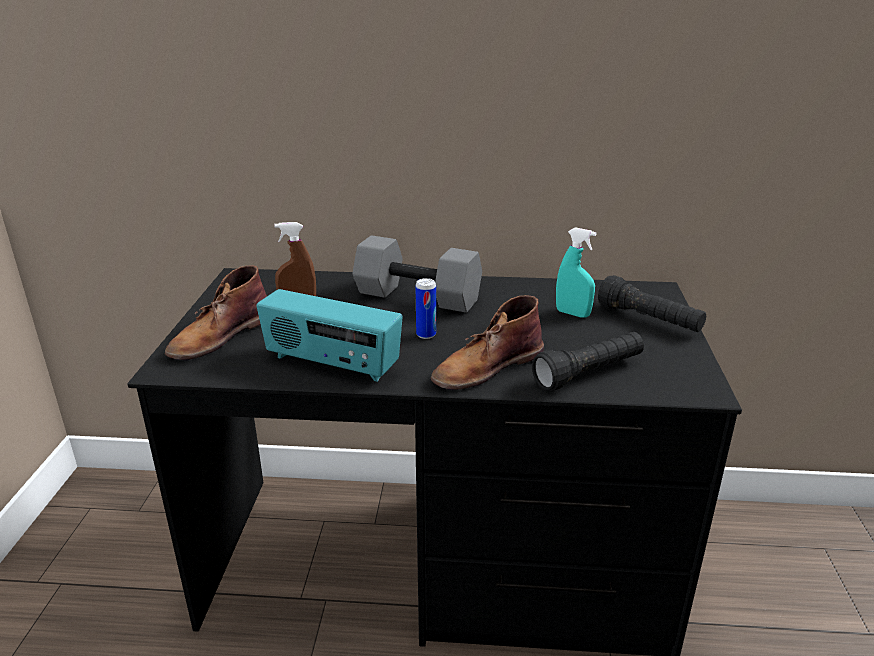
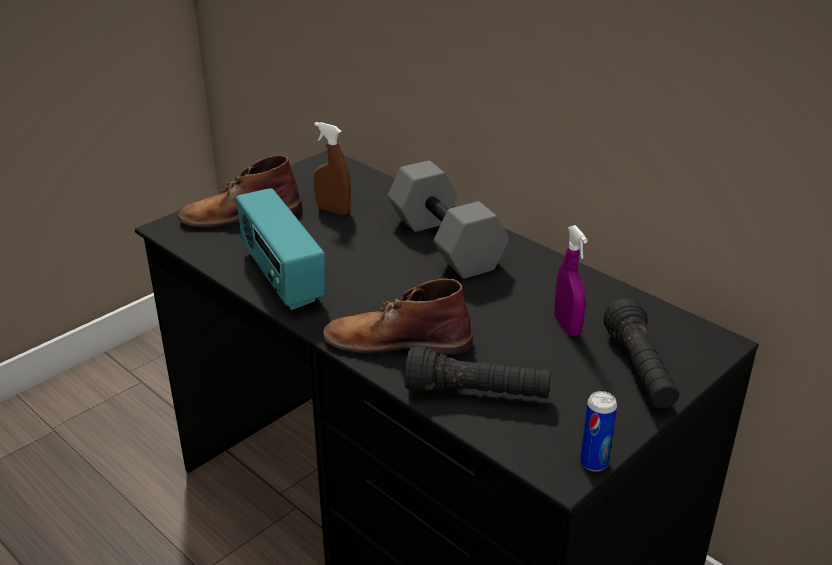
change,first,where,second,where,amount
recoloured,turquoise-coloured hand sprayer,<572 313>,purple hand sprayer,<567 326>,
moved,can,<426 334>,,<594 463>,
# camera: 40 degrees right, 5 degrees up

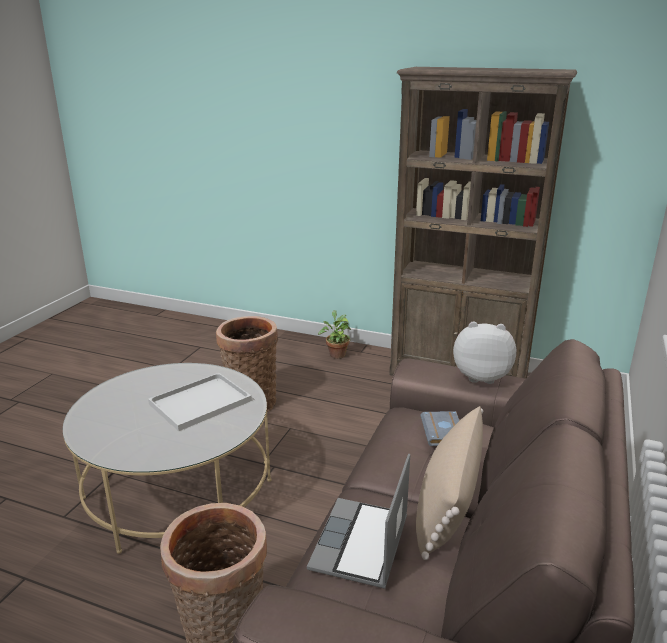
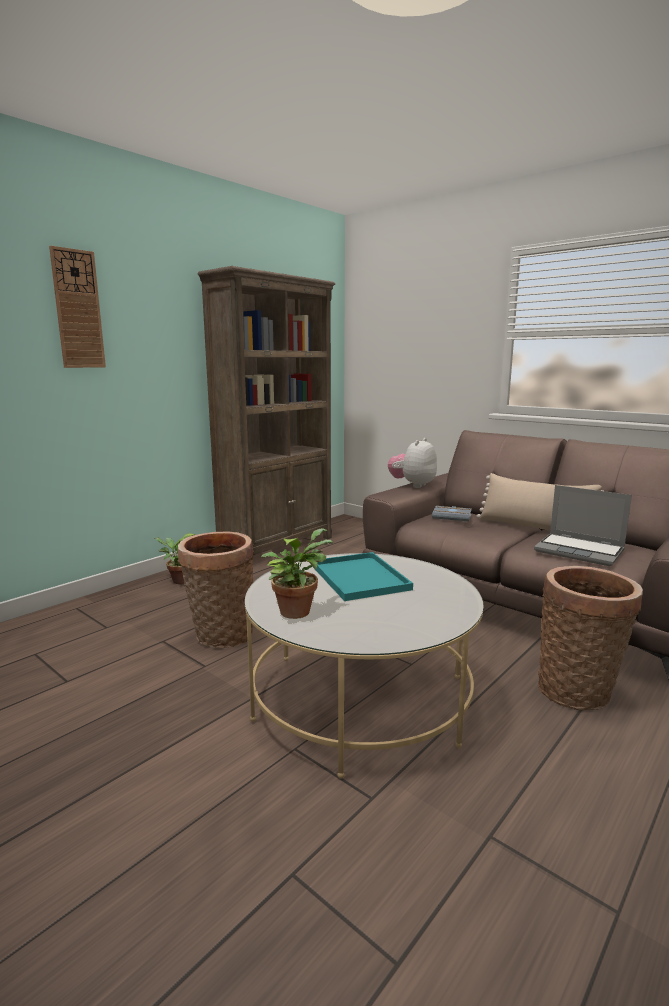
change,first,where,second,where,amount
recoloured,white tray,<199 403>,turquoise-coloured tray,<361 578>,
added,,,wall clock,<78 309>,
added,,,houseplant,<296 610>,
# camera: 70 degrees left, 10 degrees down

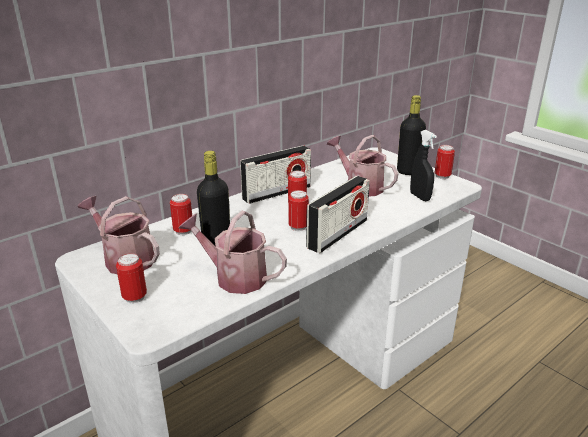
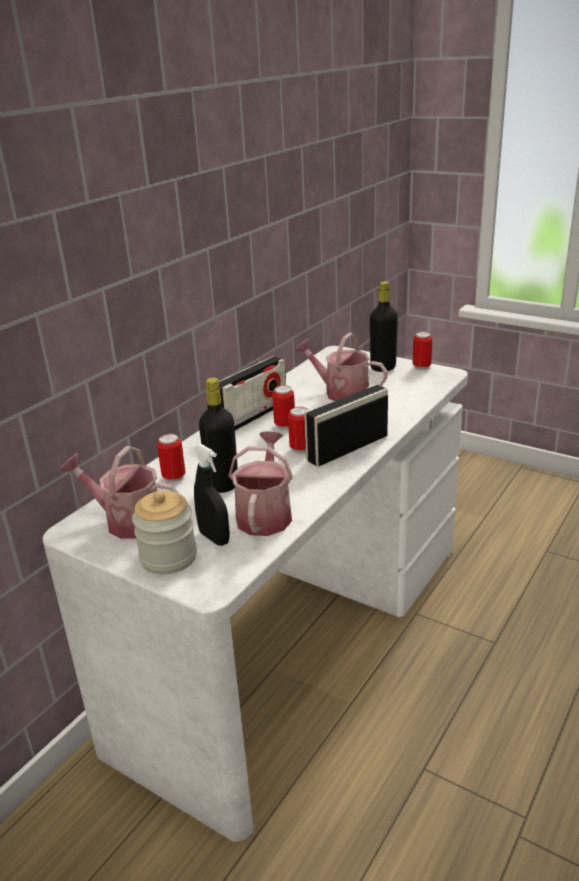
change,first,where,second,where,amount
moved,black-coloured hand sprayer,<420 197>,,<214 538>,
turned,radio set,<337 234>,,<347 448>,150 degrees counterclockwise
turned,watering can,<234 277>,,<265 514>,90 degrees clockwise
replaced,can,<134 297>,jar,<168 557>,
# camera: 15 degrees left, 0 degrees up

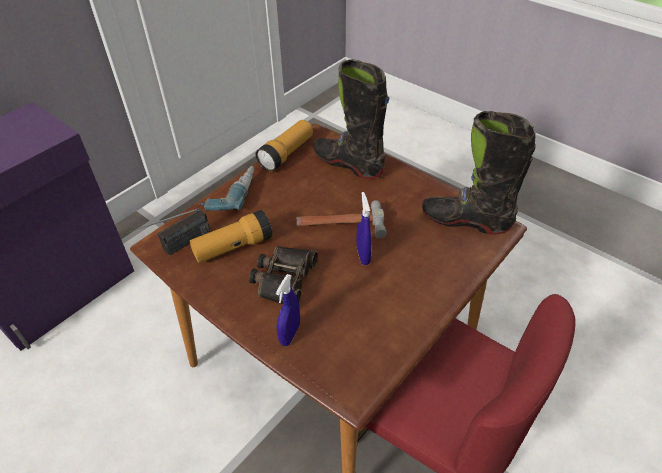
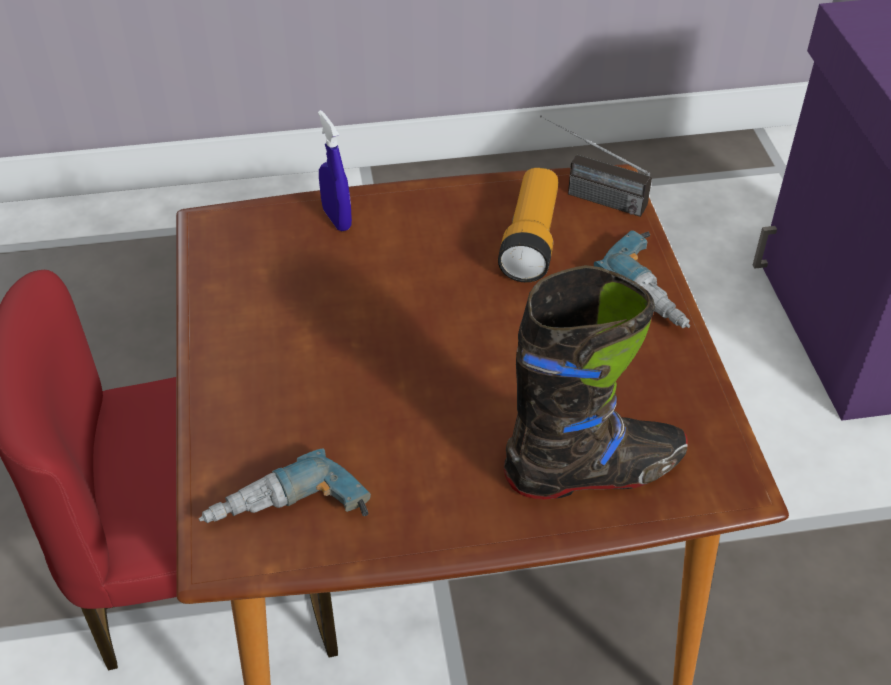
change,first,where,second,where,amount
replaced,black-coloured tall boot,<465 220>,power drill,<288 519>,
removed,hand torch,<286 154>,,,
removed,blue-coloured hand sprayer,<363 255>,,,
removed,hand hammer,<340 224>,,,
turned,radio set,<176 247>,,<586 195>,60 degrees counterclockwise
removed,binoculars,<283 278>,,,
# camera: 130 degrees right, 0 degrees up

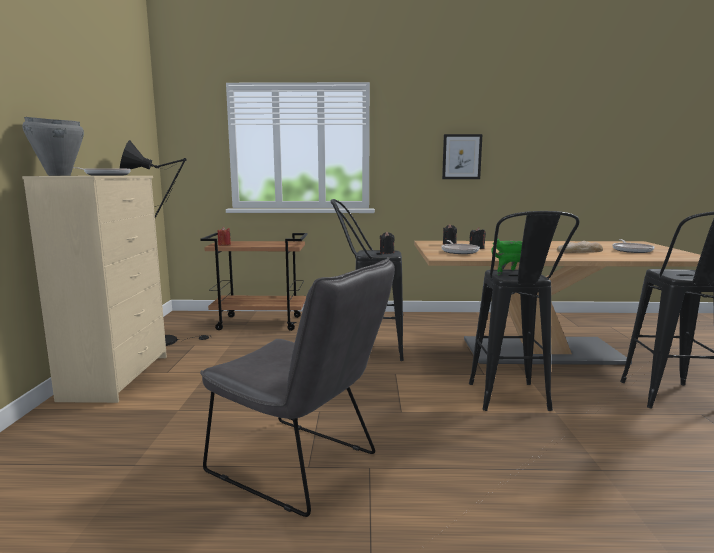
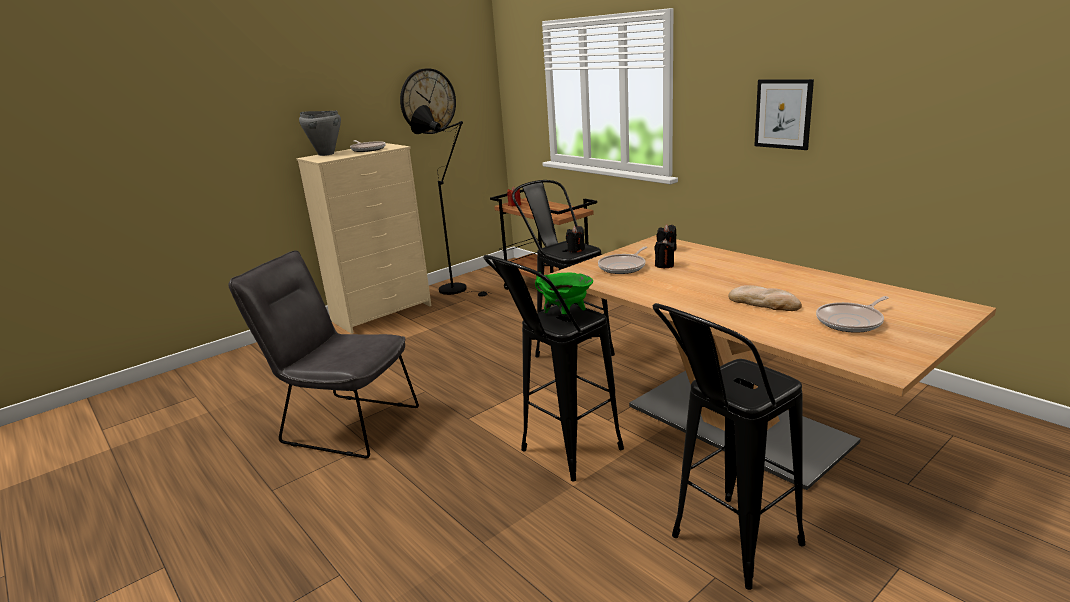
change,first,where,second,where,amount
turned,grey chair,<301 467>,,<343 423>,120 degrees clockwise
added,,,wall clock,<427 101>,
# camera: 50 degrees right, 10 degrees up

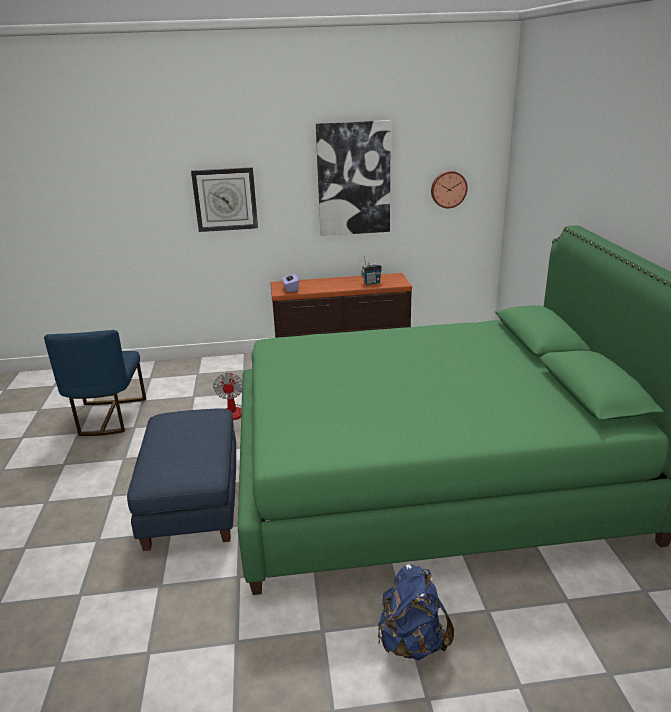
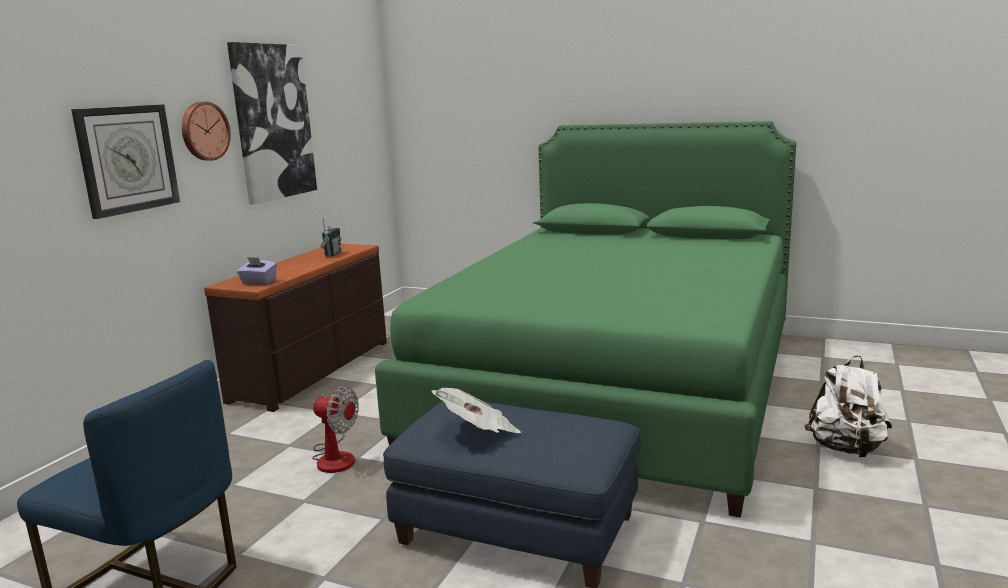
change,first,where,second,where,amount
moved,wall clock,<448 189>,,<204 131>,
recoloured,blue-coloured backpack,<412 642>,white backpack,<846 449>,
added,,,newspaper,<478 431>,
# camera: 60 degrees left, 10 degrees down

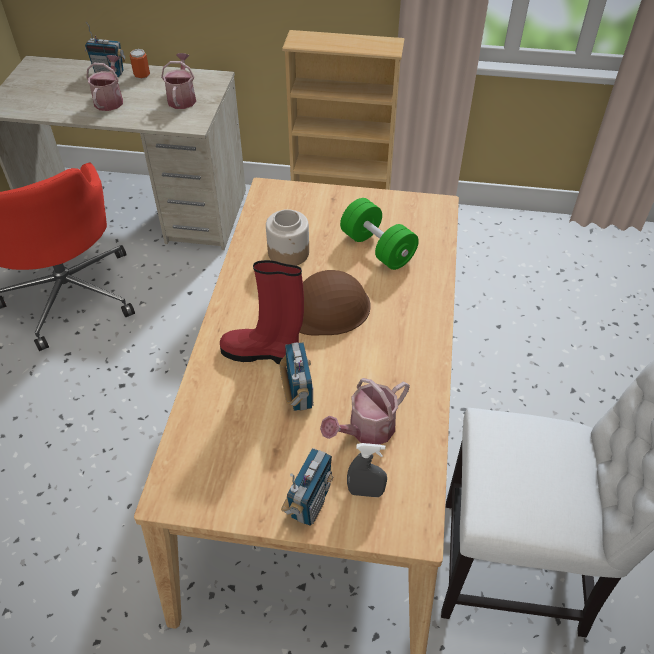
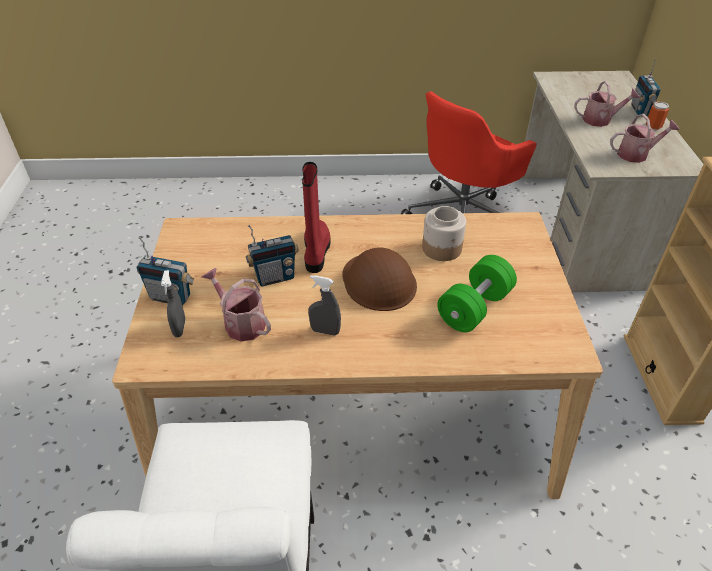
change,first,where,second,where,amount
added,,,grey hand sprayer,<325 331>,
# camera: 80 degrees right, 5 degrees down

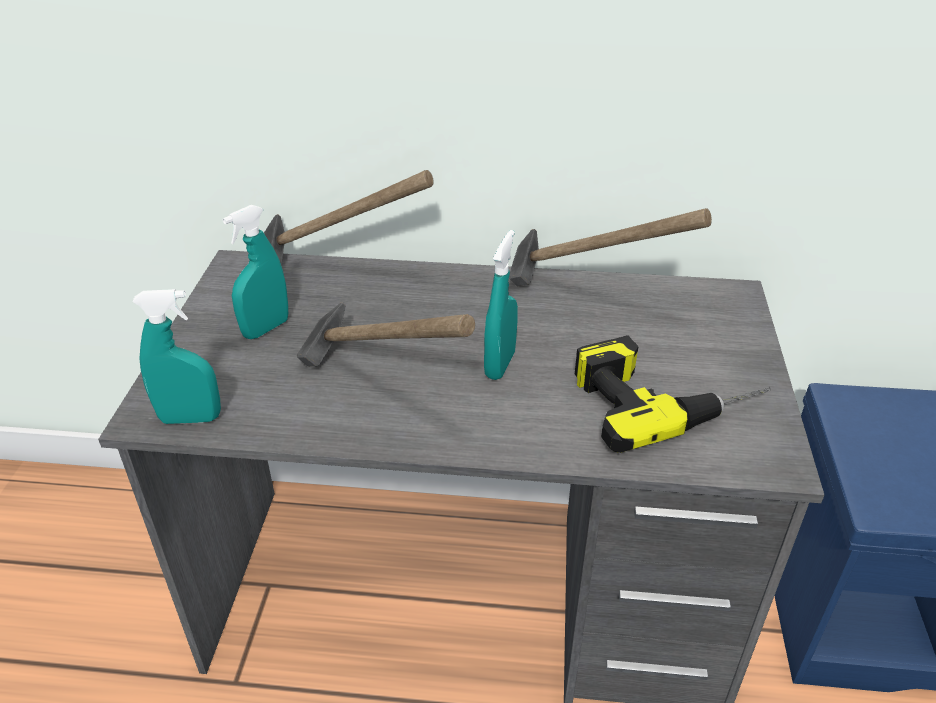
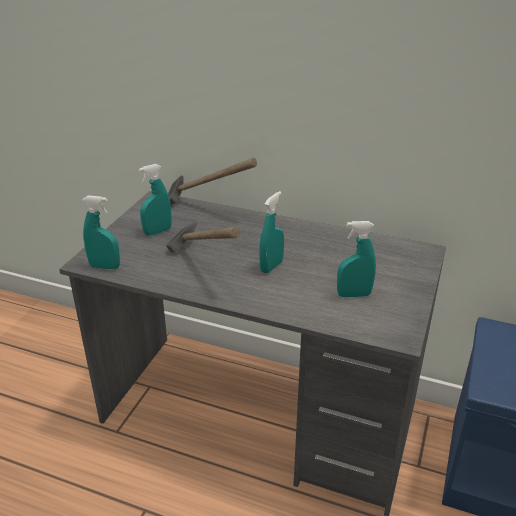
change,first,where,second,where,amount
removed,hand hammer,<590 294>,,,
replaced,power drill,<662 395>,turquoise-coloured hand sprayer,<353 295>,
# camera: 15 degrees right, 5 degrees down

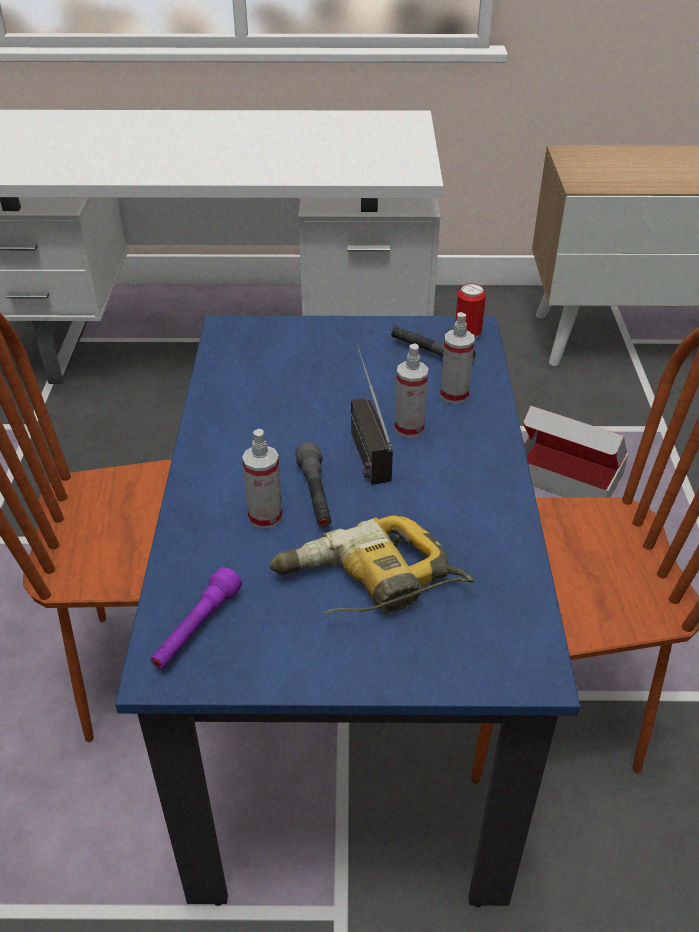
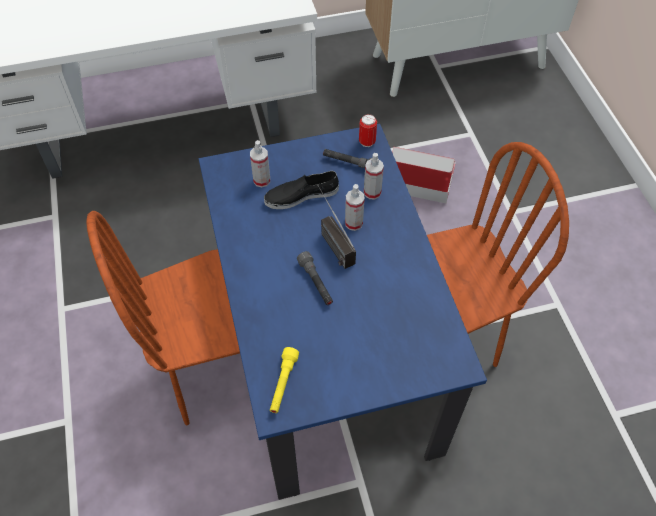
change,first,where,second,where,amount
moved,hand sprayer,<265 517>,,<262 180>,
removed,power drill,<368 584>,,,
recoloured,purple hand torch,<196 628>,yellow-coloured hand torch,<283 384>,
added,,,black-coloured low shoe,<301 195>,
# camera: 15 degrees left, 15 degrees up

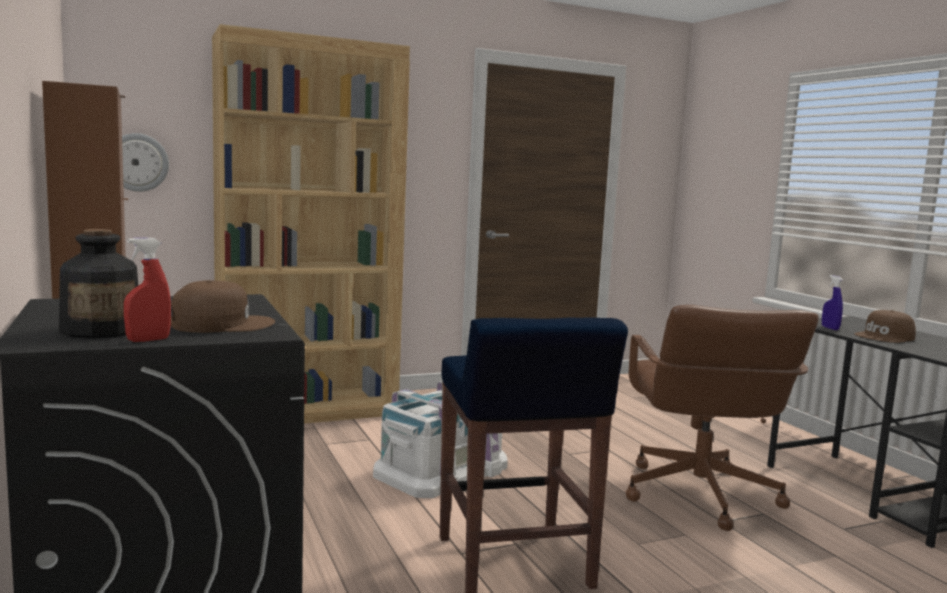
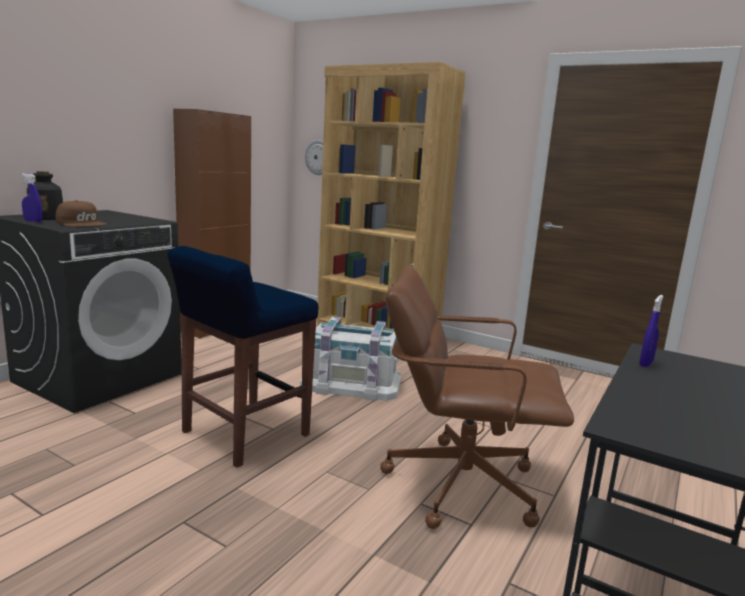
change,first,where,second,where,amount
recoloured,red-coloured hand sprayer,<148 340>,blue-coloured hand sprayer,<33 221>,
turned,brownish computer chair,<698 495>,,<460 483>,45 degrees clockwise
removed,brownish baseball cap,<885 337>,,,
# camera: 55 degrees right, 5 degrees up

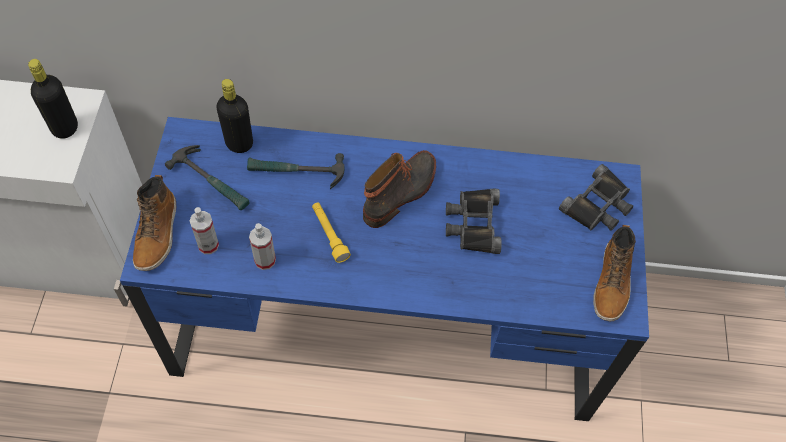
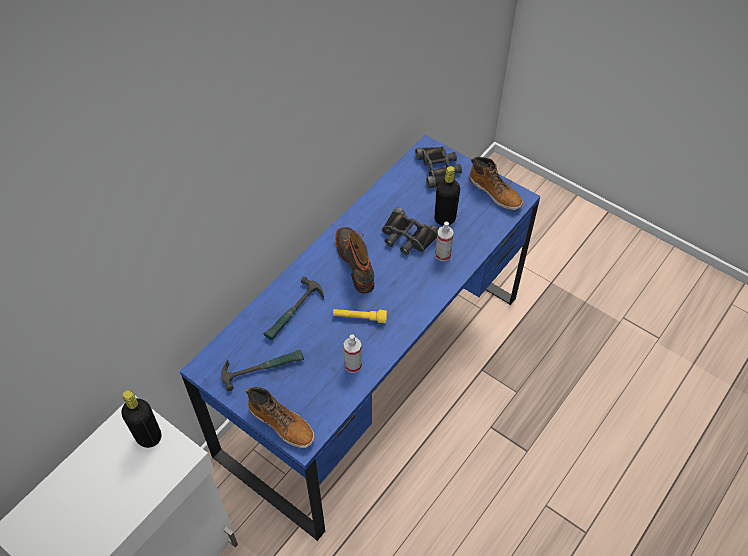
change,first,where,second,where,amount
moved,black-coloured beverage bottle,<239 143>,,<445 219>,
moved,hand sprayer,<208 245>,,<443 255>,
# camera: 55 degrees left, 5 degrees down

